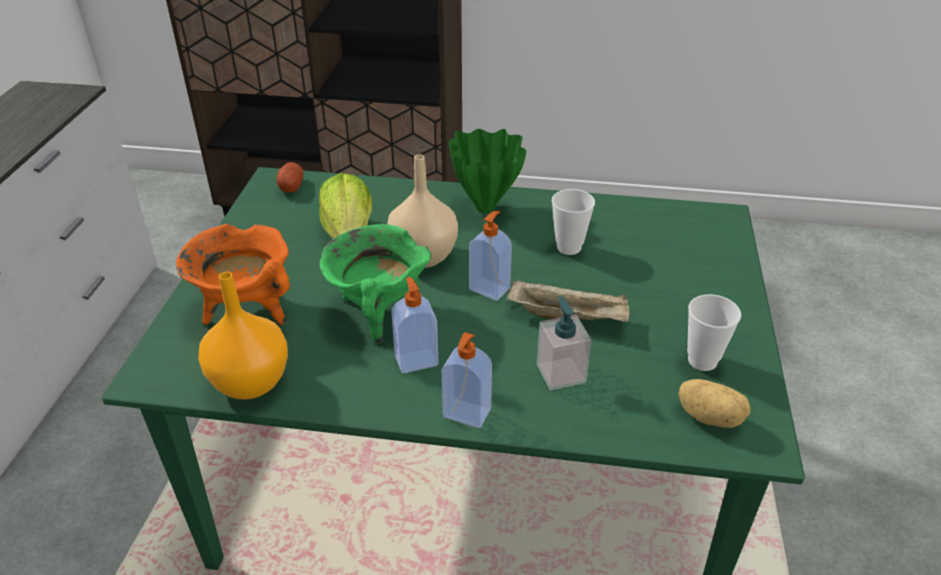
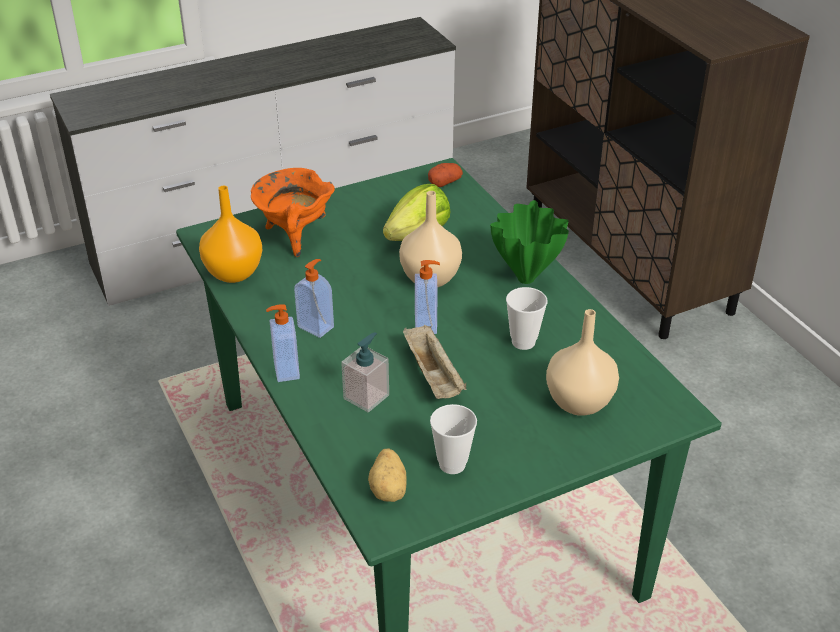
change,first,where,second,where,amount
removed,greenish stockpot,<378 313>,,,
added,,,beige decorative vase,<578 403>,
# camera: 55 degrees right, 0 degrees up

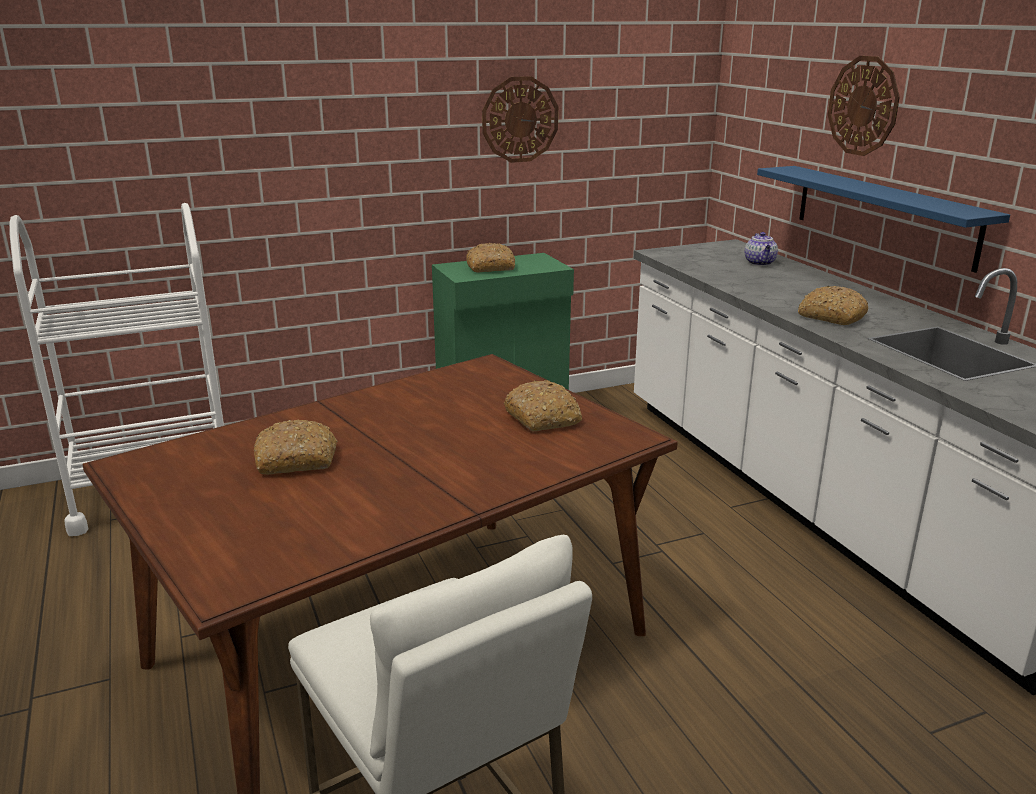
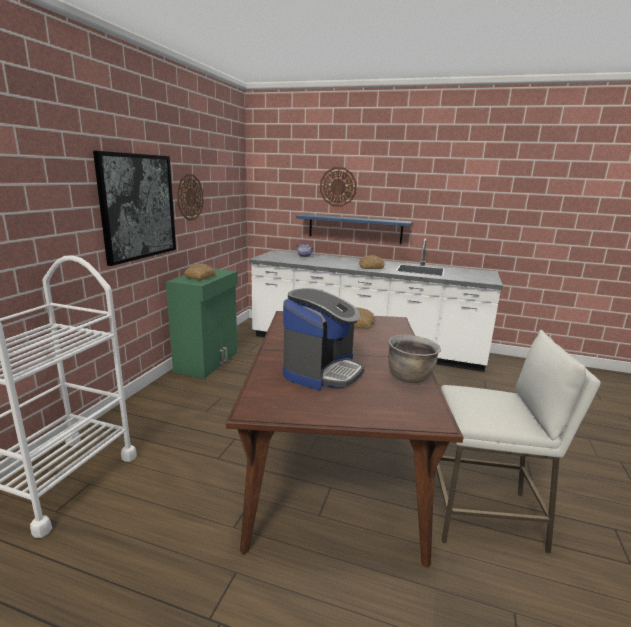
change,first,where,second,where,amount
replaced,bread,<297 460>,coffee maker,<322 371>,
added,,,picture,<138 207>,
added,,,brownish stockpot,<410 377>,
# camera: 50 degrees left, 5 degrees down

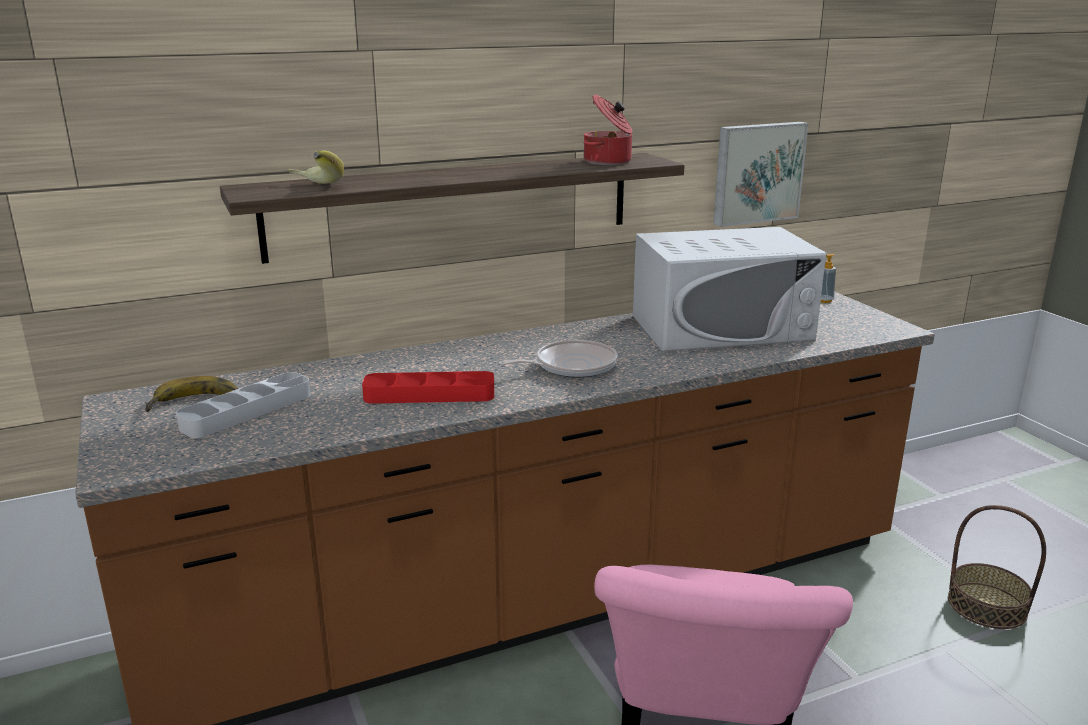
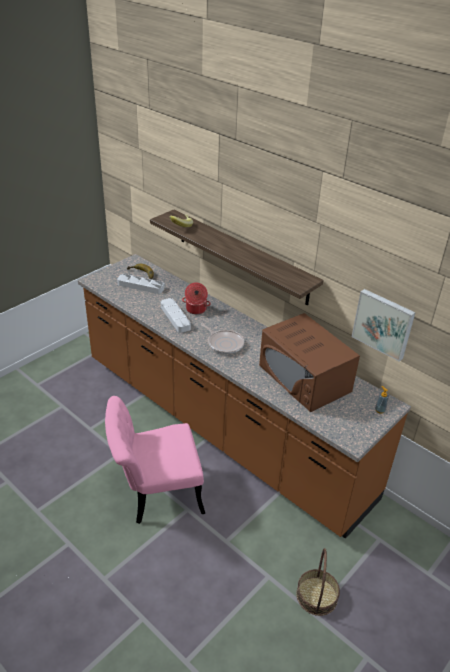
change,first,where,second,where,amount
moved,stockpot,<608 161>,,<196 309>,
recoloured,white kitchen microwave,<721 327>,brownish kitchen microwave,<304 378>,
recoloured,red-coloured tray,<429 394>,grey tray,<175 317>,
# camera: 65 degrees right, 15 degrees up

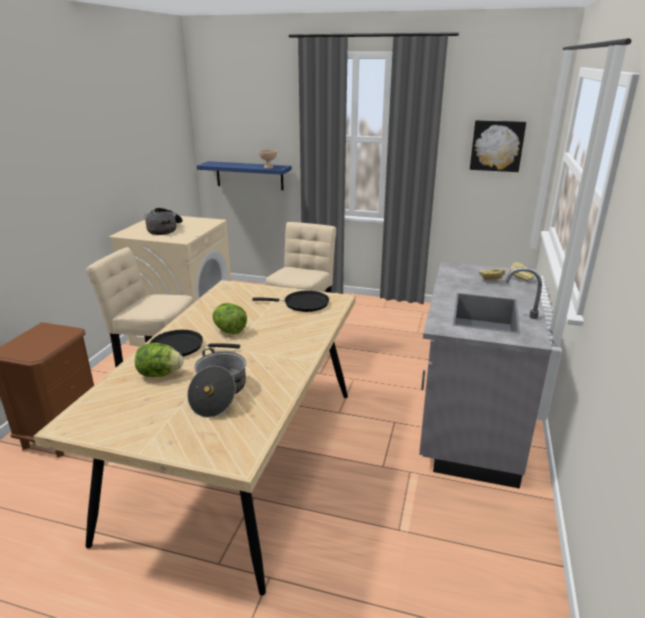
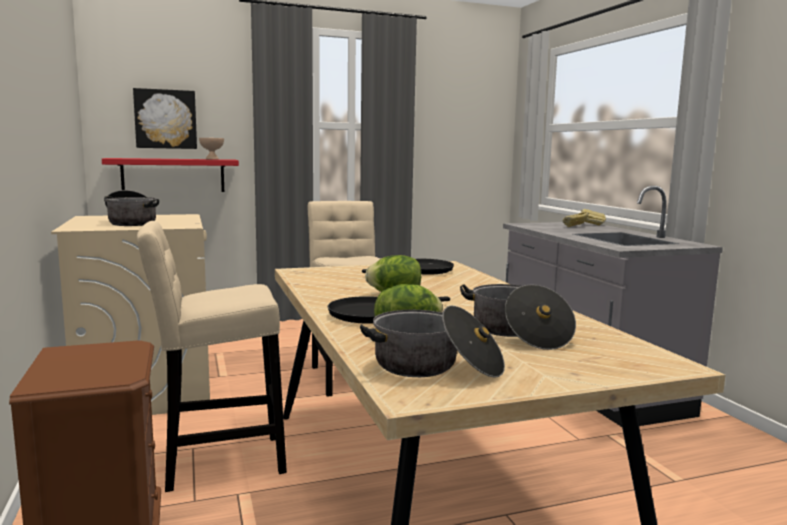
change,first,where,second,where,amount
moved,picture,<497 145>,,<165 119>,
recoloured,blue-coloured shelf,<249 175>,red-coloured shelf,<173 175>,
added,,,stockpot,<435 367>,
# camera: 35 degrees left, 15 degrees down

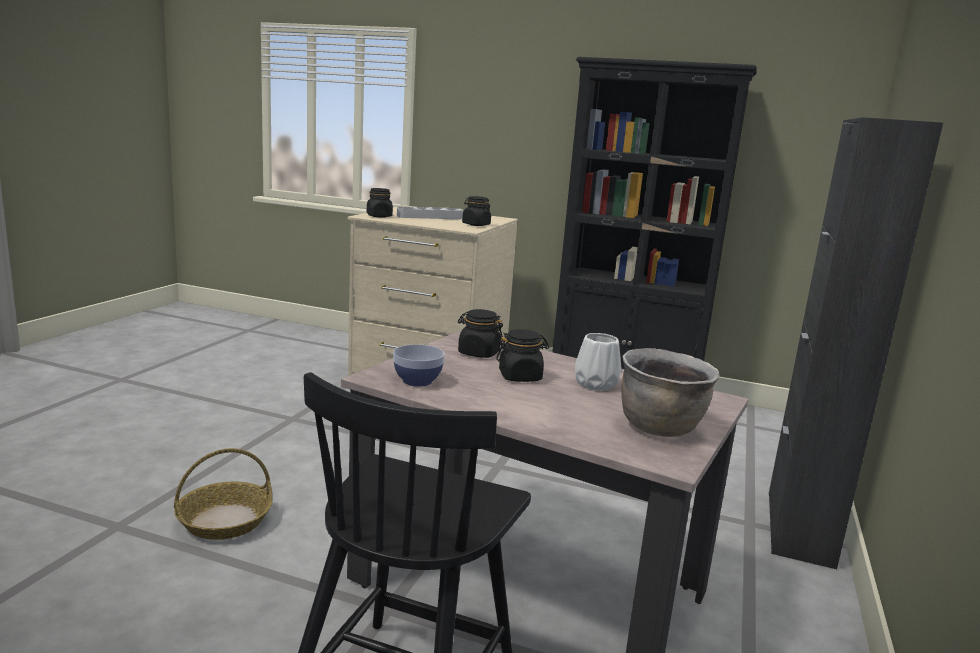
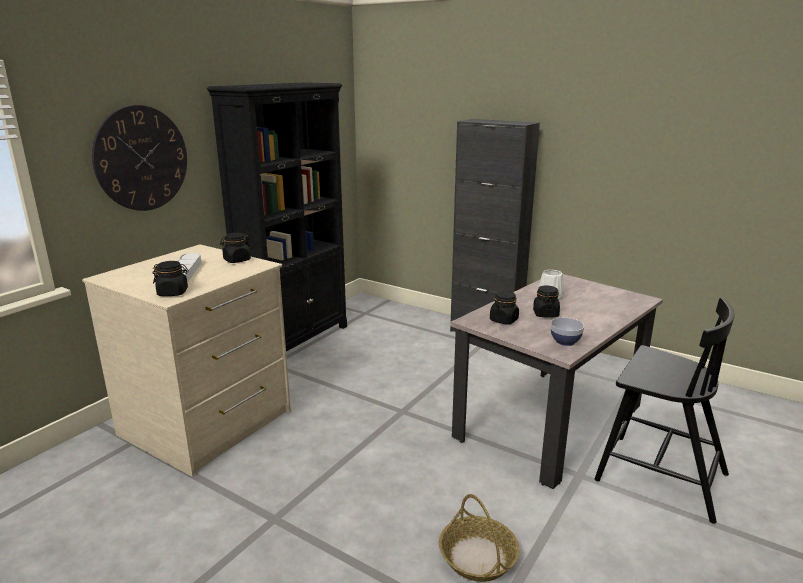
change,first,where,second,where,amount
removed,brownish stockpot,<660 427>,,,
added,,,wall clock,<141 158>,
# camera: 75 degrees left, 5 degrees up

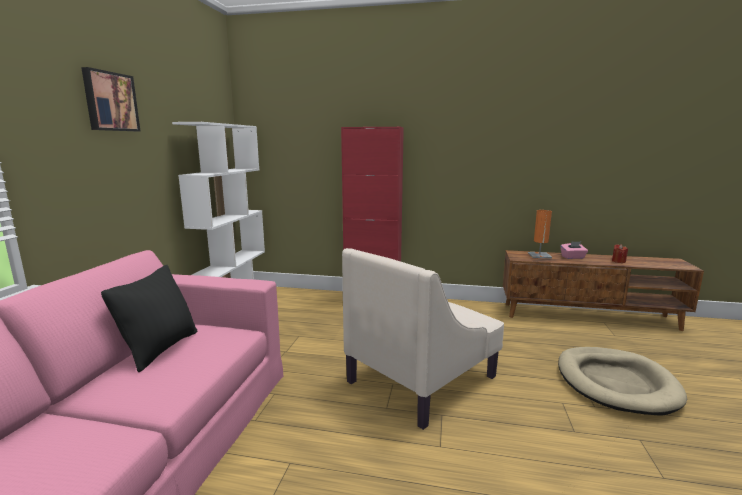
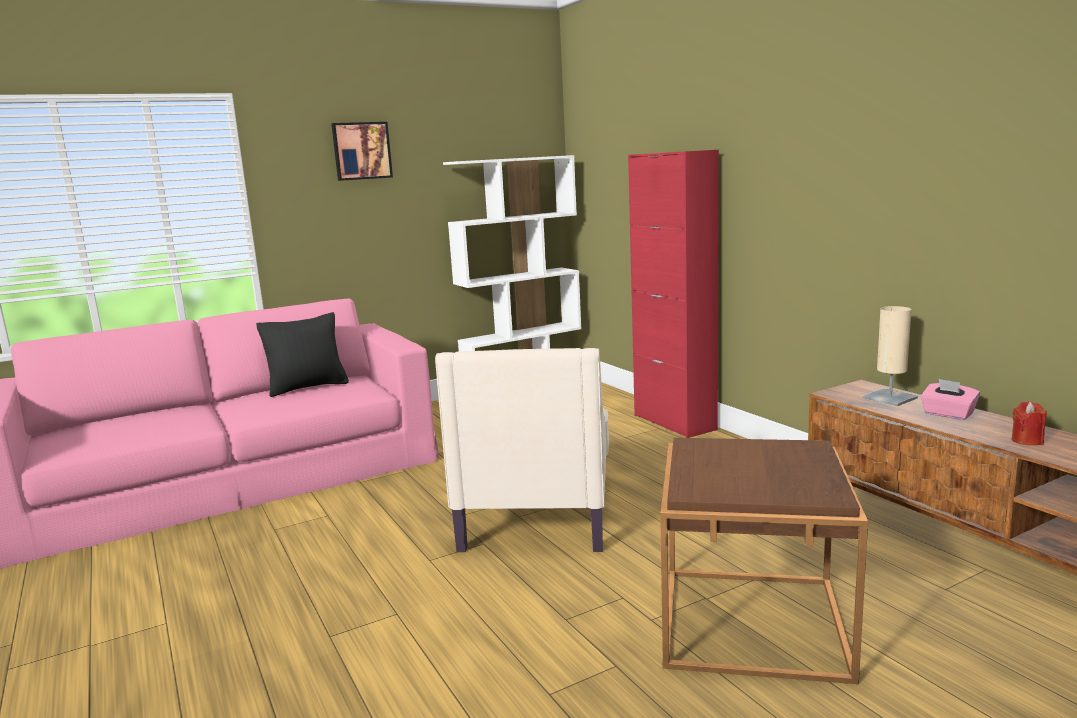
change,first,where,second,where,amount
recoloured,orange tabletop lamp,<539 255>,beige tabletop lamp,<890 398>,
turned,beige armchair,<423 378>,,<537 512>,90 degrees counterclockwise
replaced,beige dog bed,<615 383>,brownish side table,<752 621>,
# camera: 50 degrees right, 0 degrees up

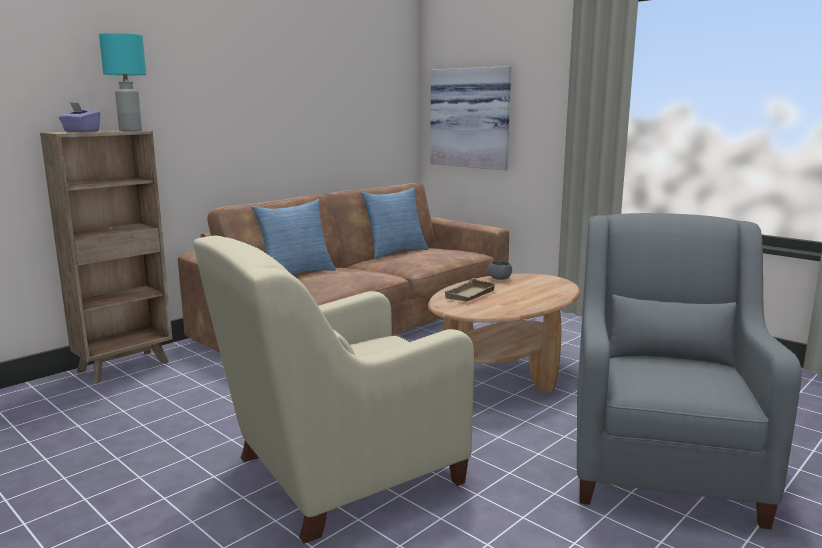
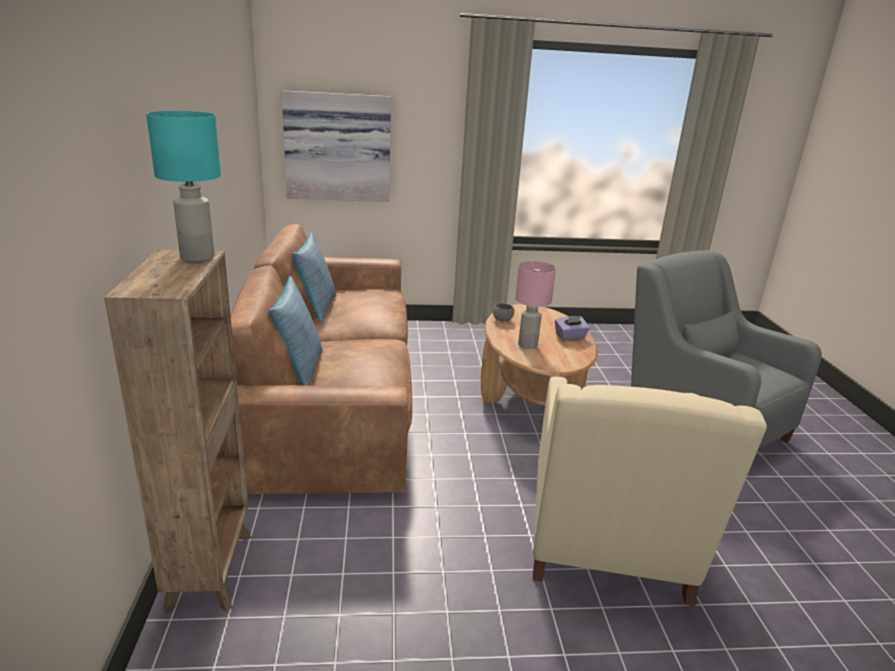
change,first,where,second,where,amount
moved,purple tissue holder,<81 131>,,<570 336>,
replaced,beige tray,<471 295>,pink tabletop lamp,<528 345>,
# camera: 50 degrees left, 10 degrees up

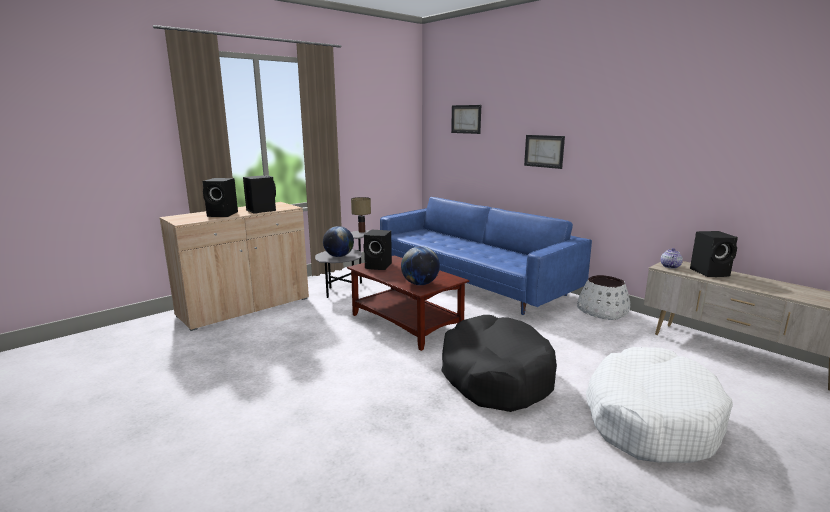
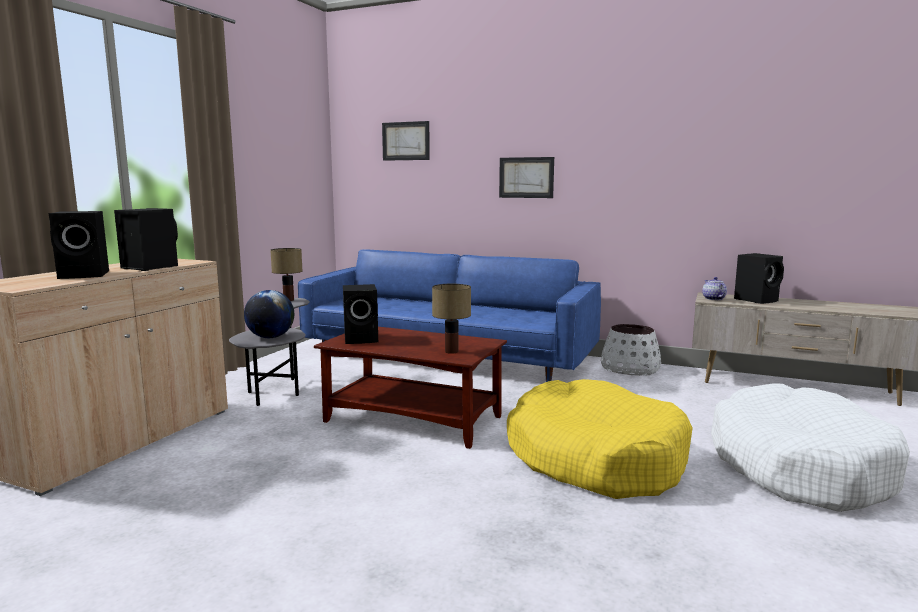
change,first,where,second,where,amount
replaced,globe,<420 284>,tabletop lamp,<451 352>,
recoloured,black-coloured dog bed,<495 375>,yellow-coloured dog bed,<594 458>,
# camera: 25 degrees left, 5 degrees down

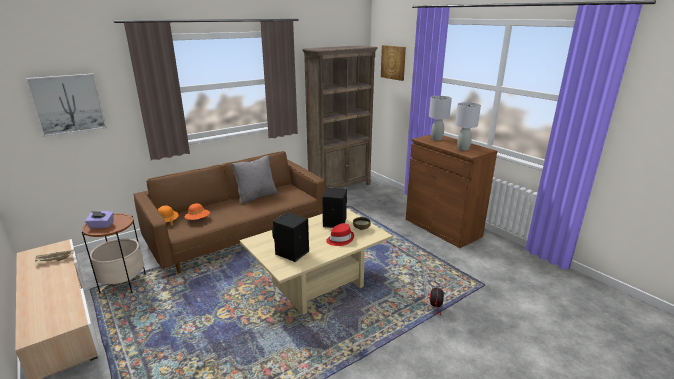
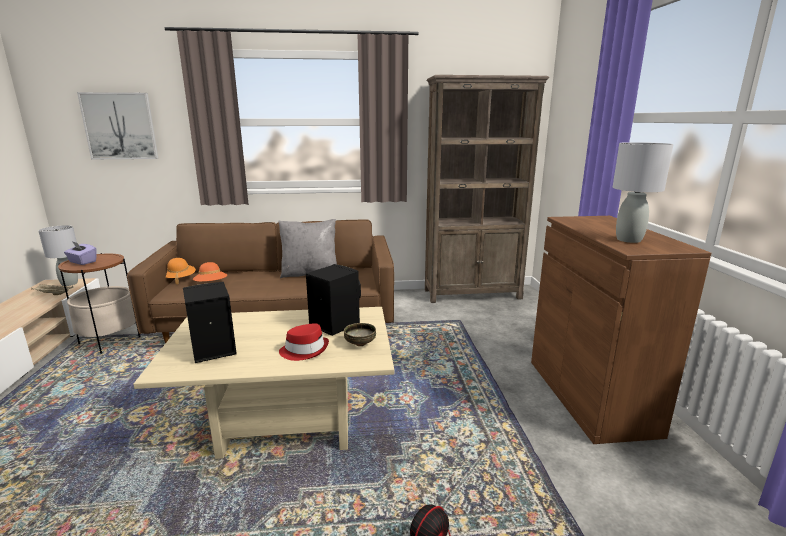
change,first,where,second,where,amount
removed,picture,<393 62>,,,
moved,grey tabletop lamp,<436 139>,,<69 283>,
# camera: 30 degrees right, 5 degrees down

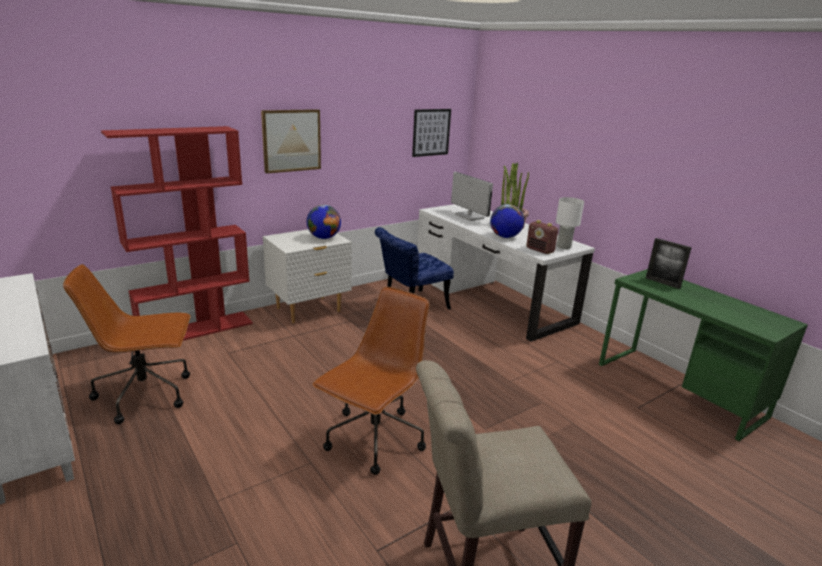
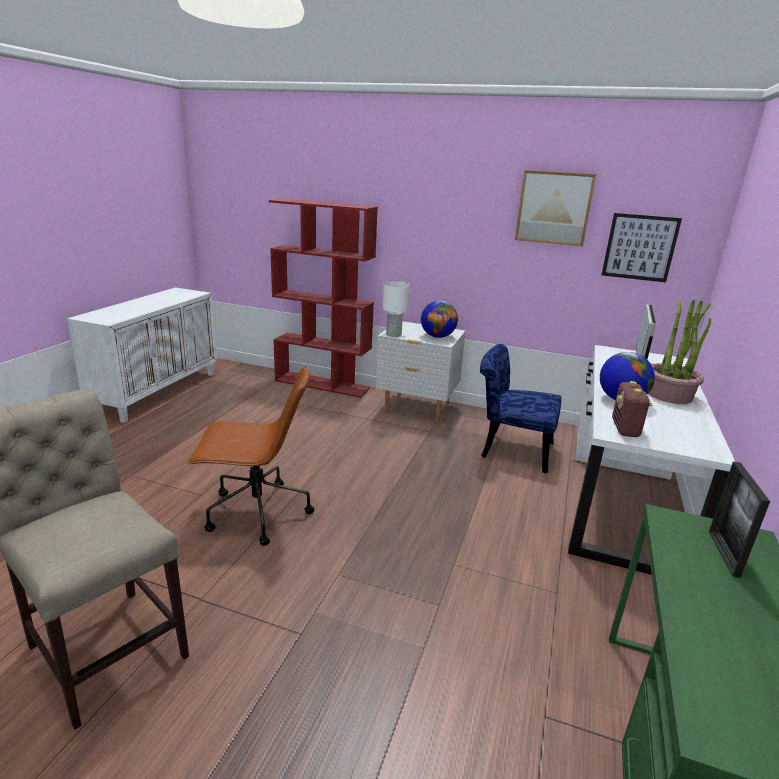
change,first,where,second,where,amount
moved,picture,<291 140>,,<554 208>,
moved,white tabletop lamp,<564 247>,,<393 334>,
removed,brownish computer chair,<146 394>,,,
# camera: 55 degrees right, 0 degrees up

